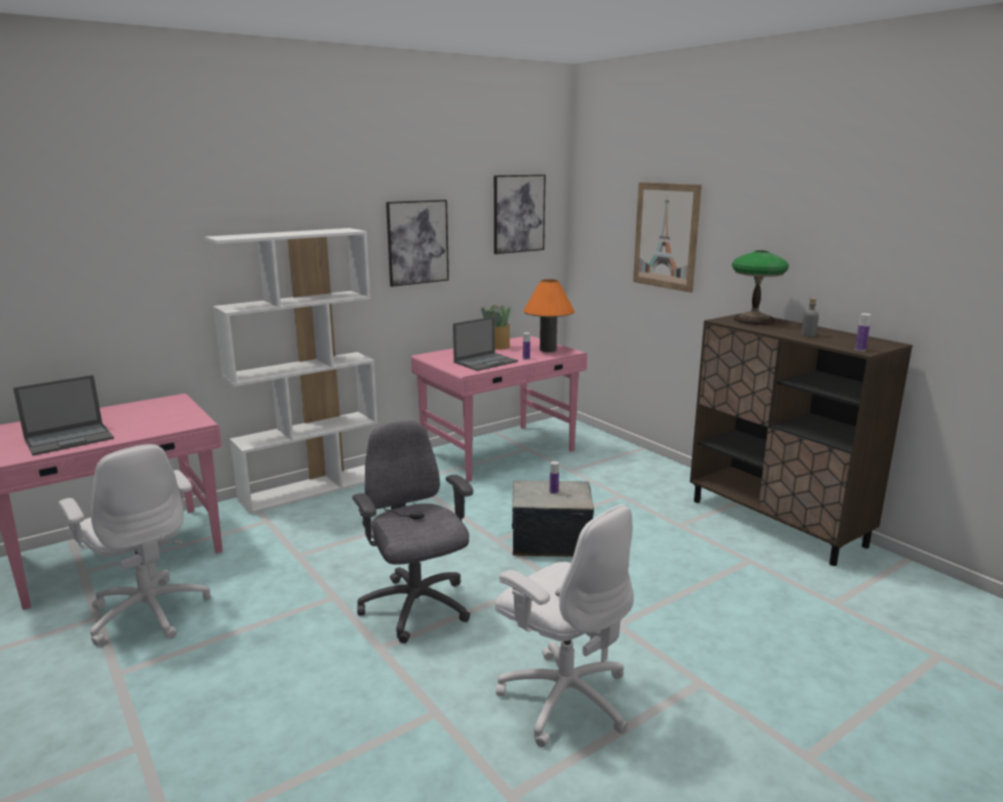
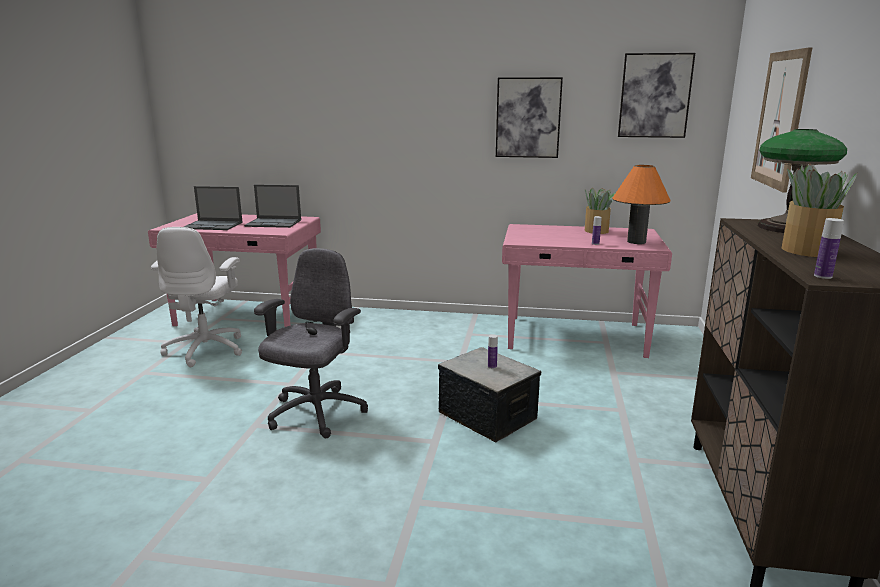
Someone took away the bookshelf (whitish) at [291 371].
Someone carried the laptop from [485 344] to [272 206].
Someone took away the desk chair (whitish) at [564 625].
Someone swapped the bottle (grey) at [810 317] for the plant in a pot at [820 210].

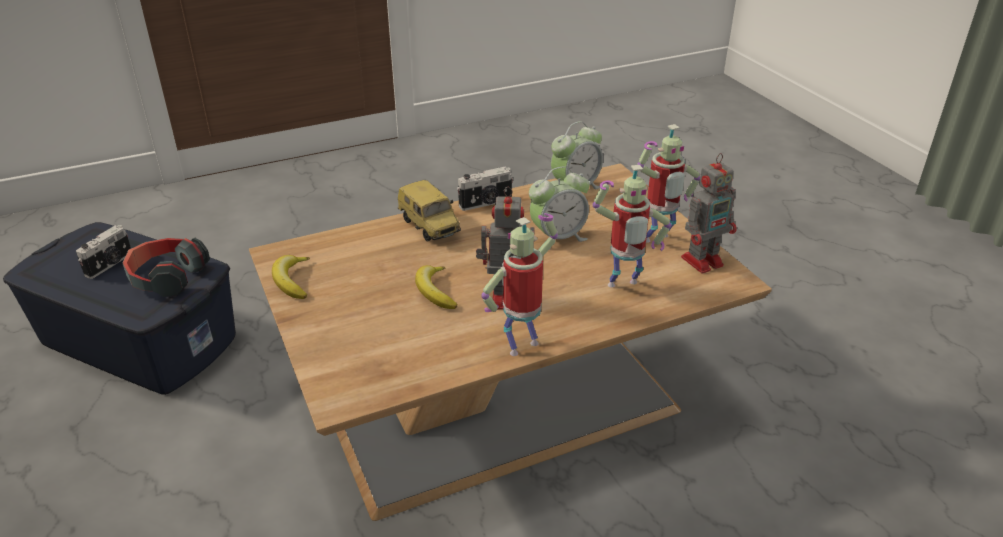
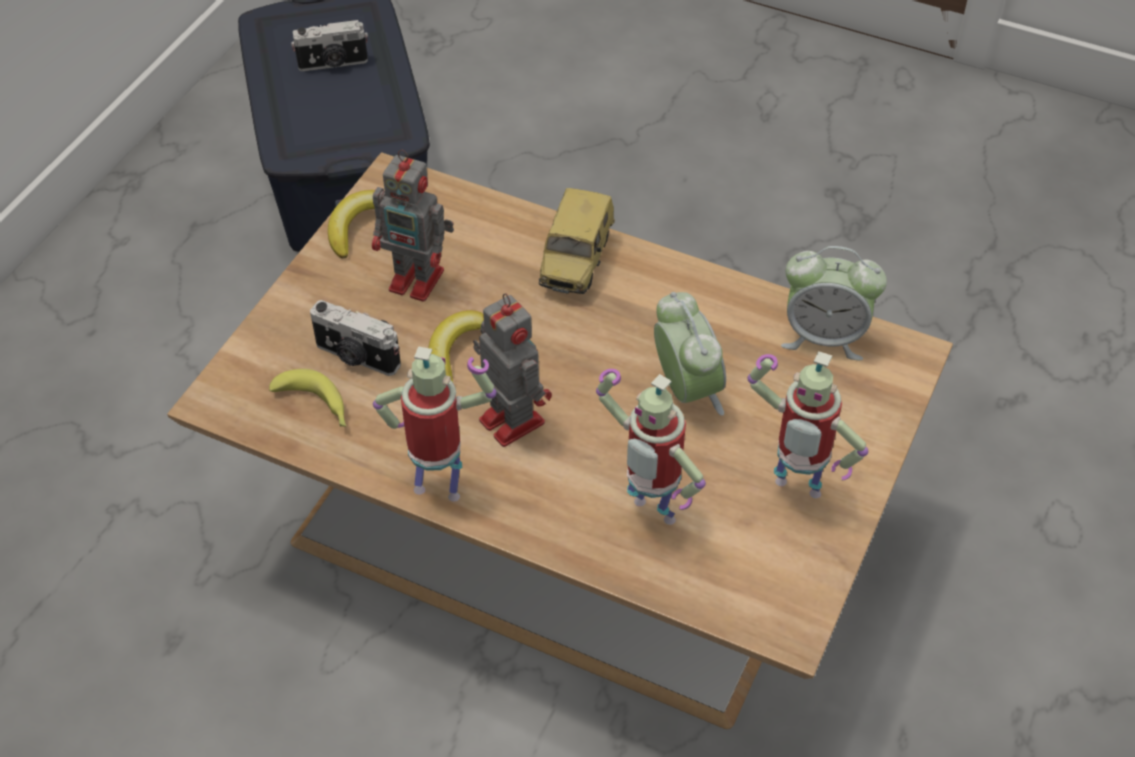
Someone took away the headphones at [166 267].
Someone carried the still camera from [485 189] to [355 338].
Someone rotated the table clock at [559 208] by 135 degrees counterclockwise.
Someone carried the model robot from [709 213] to [413 225].
Someone put down the whole banana at [307 398].

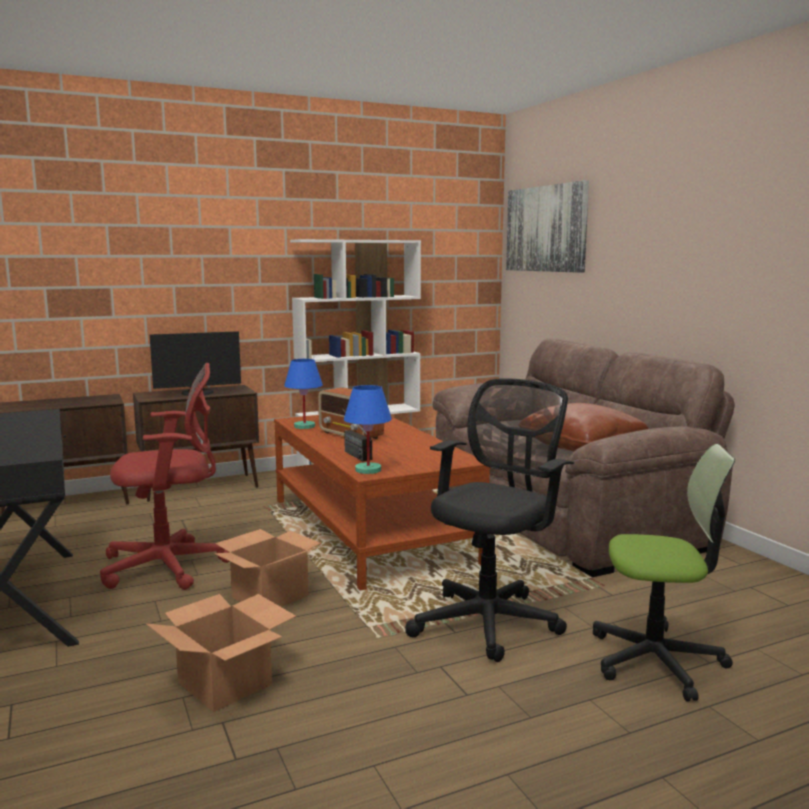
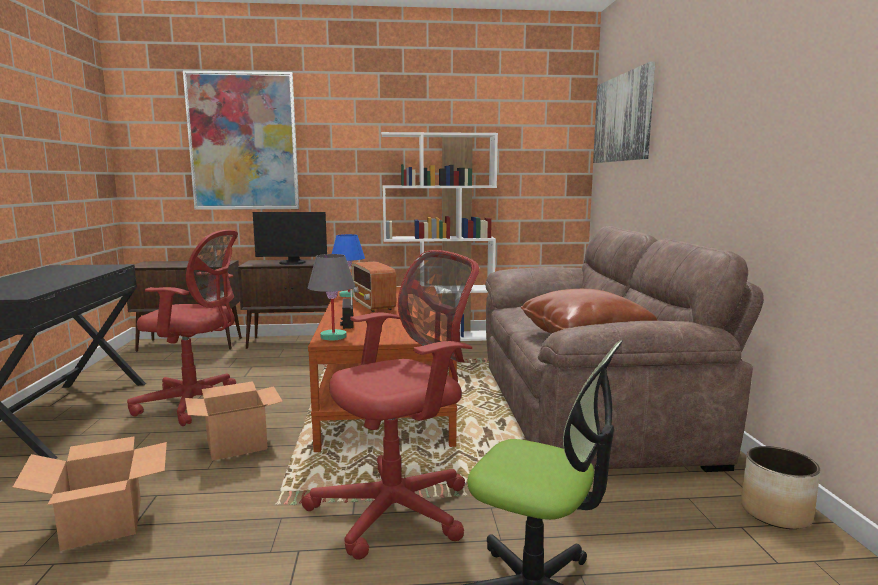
Someone repainted the tabletop lamp (blue) at [368 429], which became the tabletop lamp (grey) at [331 297].
Someone repainted the desk chair (black-coloured) at [489 520], which became the desk chair (red) at [390 405].
Someone put up the wall art at [241 140].
Someone put down the plant pot at [780 487].

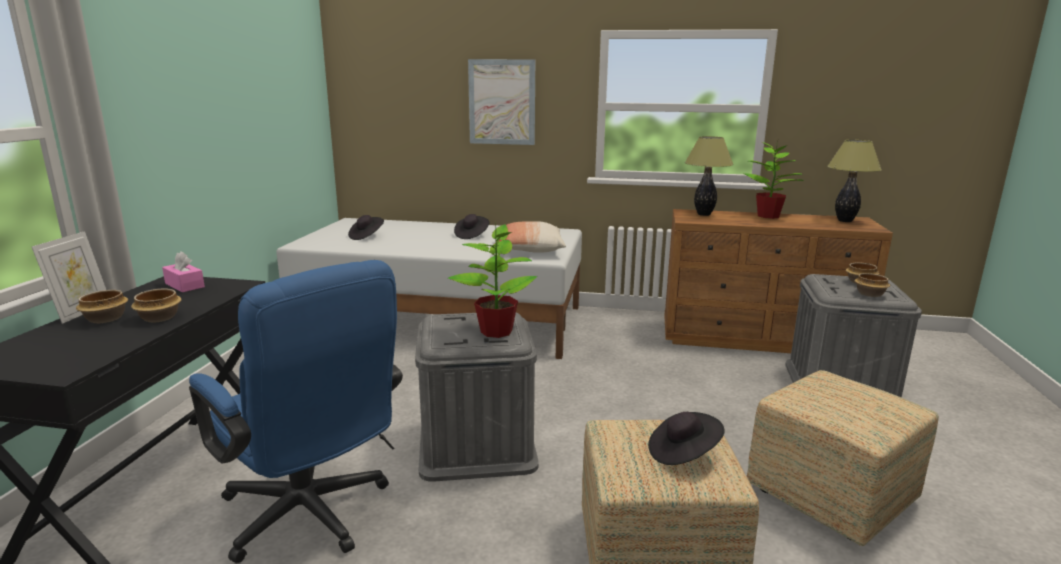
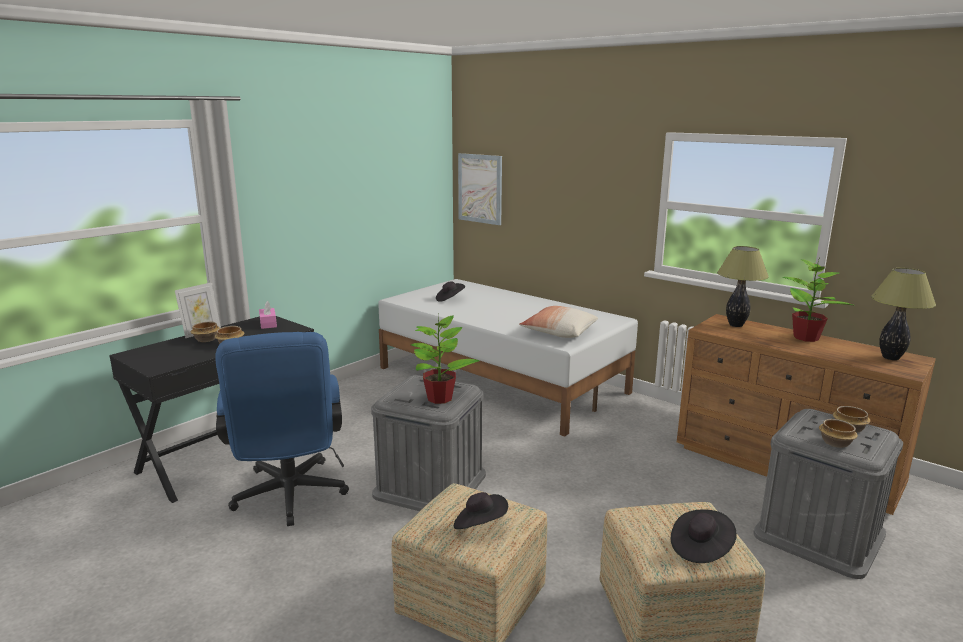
Someone carried the clothing hat (black-coloured) from [471 226] to [704 536].
Someone carried the wall art from [501 102] to [480 189].

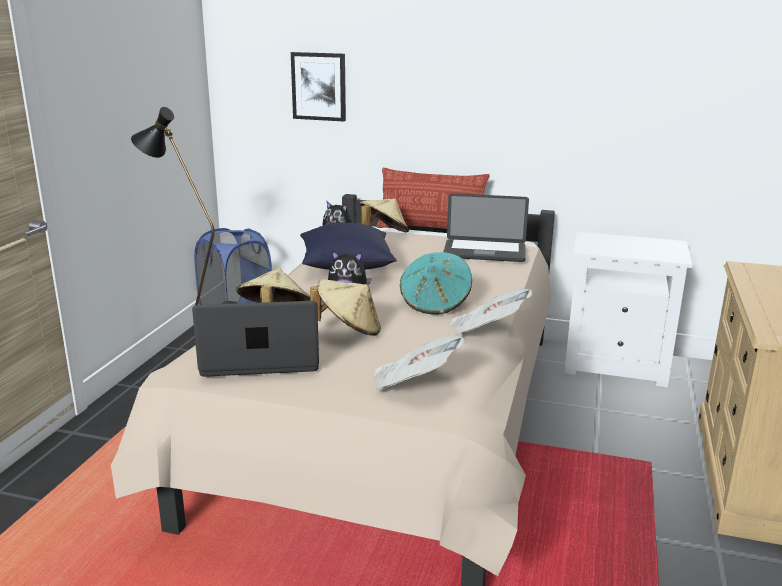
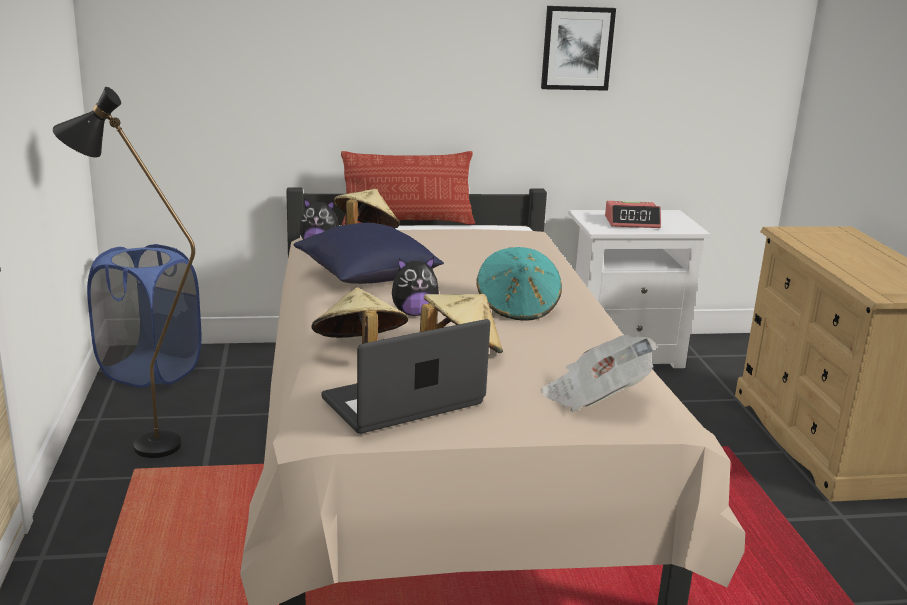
Someone carried the wall art from [318 86] to [578 48].
Someone took away the laptop at [486 227].
Someone took away the printed paper at [491 311].
Someone put down the table clock at [633 214].

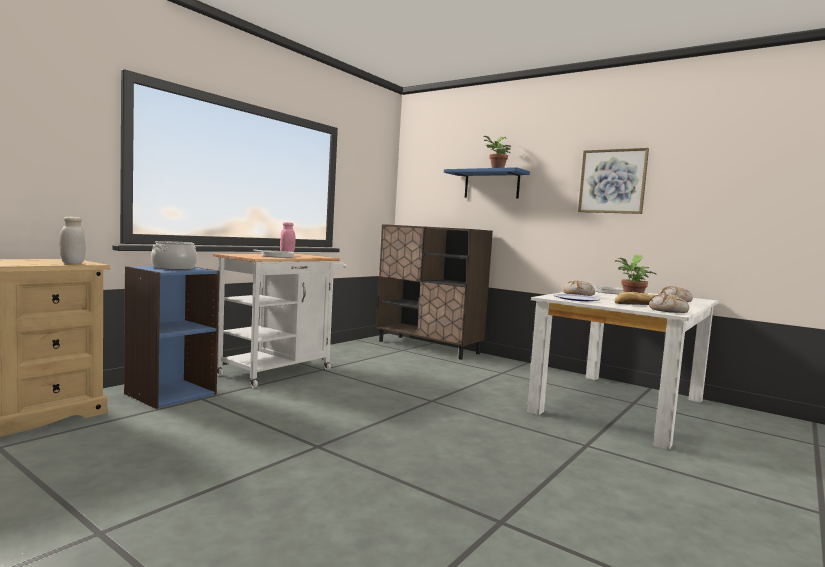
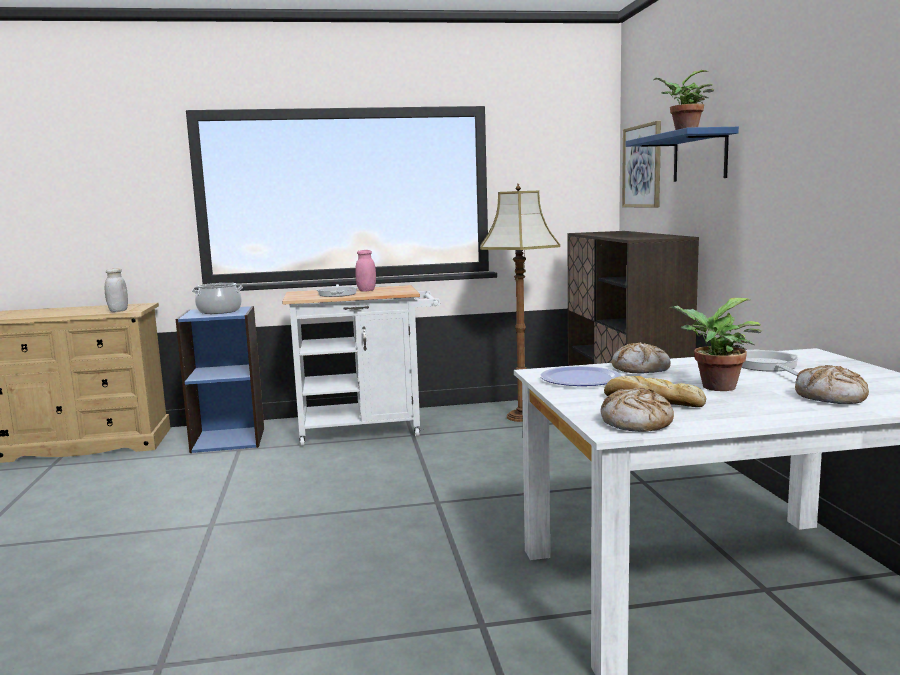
Someone carried the wall art from [613 181] to [641 164].
Someone put down the floor lamp at [520 303].

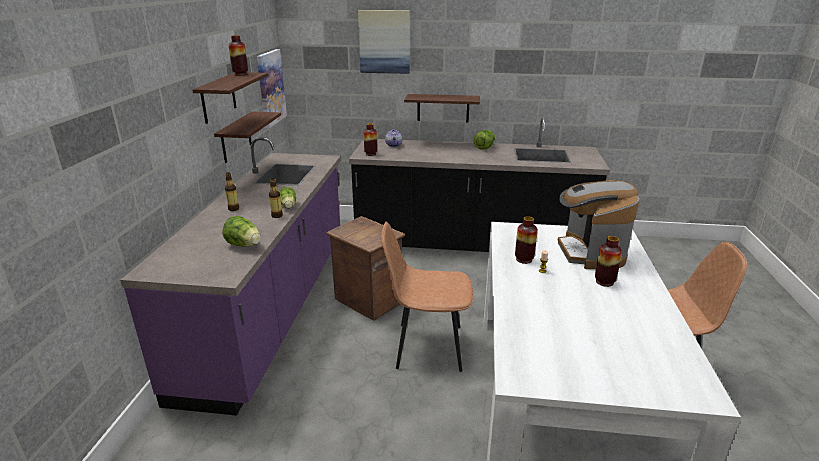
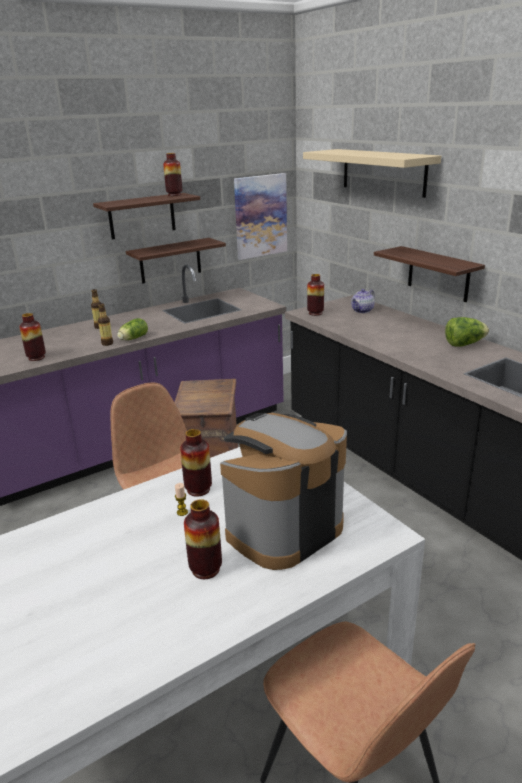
Someone swapped the head of lettuce at [241 231] for the vase at [32 337].
Someone swapped the wall art at [384 42] for the bracket shelf (beige) at [372 173].

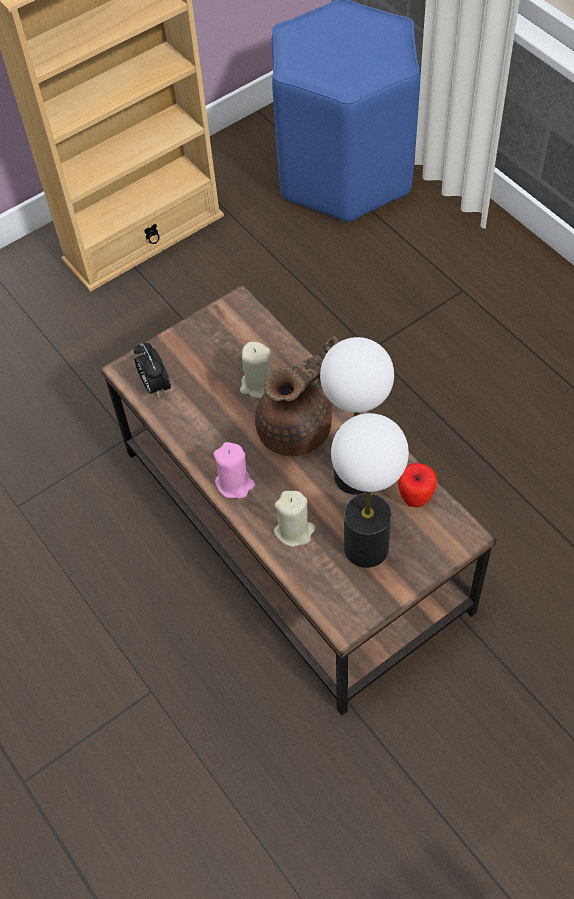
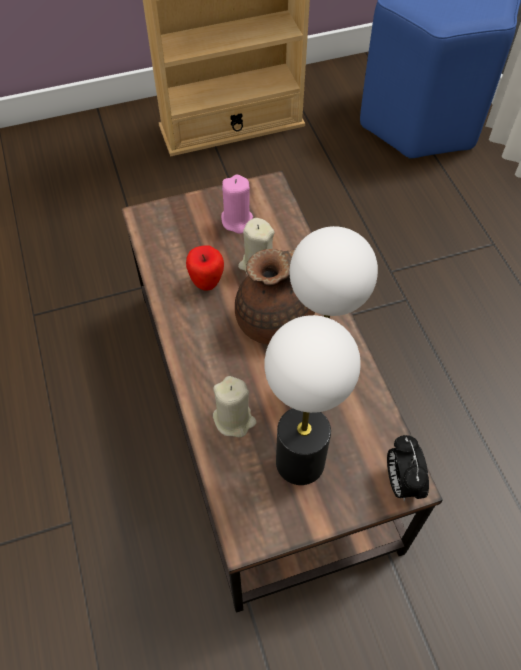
Someone carried the table clock from [152 370] to [408 468].
Someone carried the candle (pink) from [234 470] to [237 204].
Someone carried the apple fruit from [417 485] to [205 268].

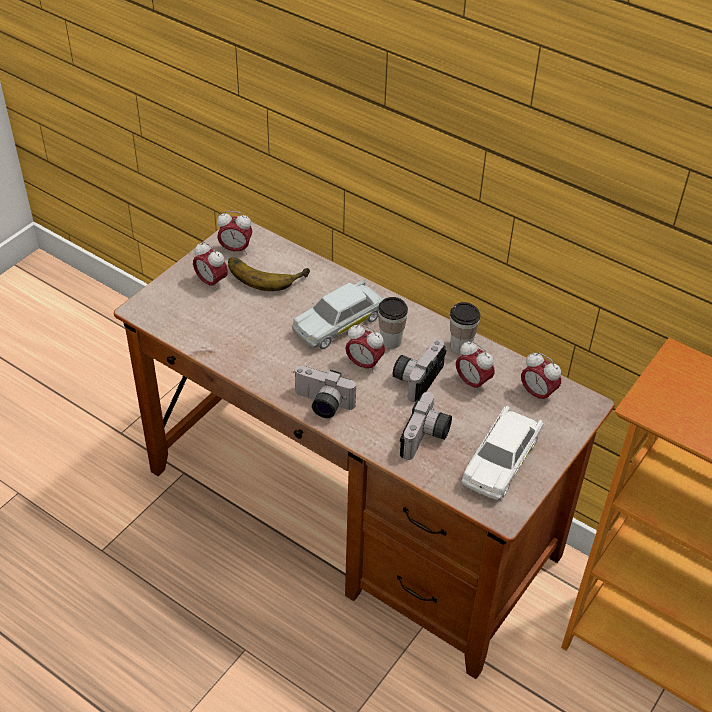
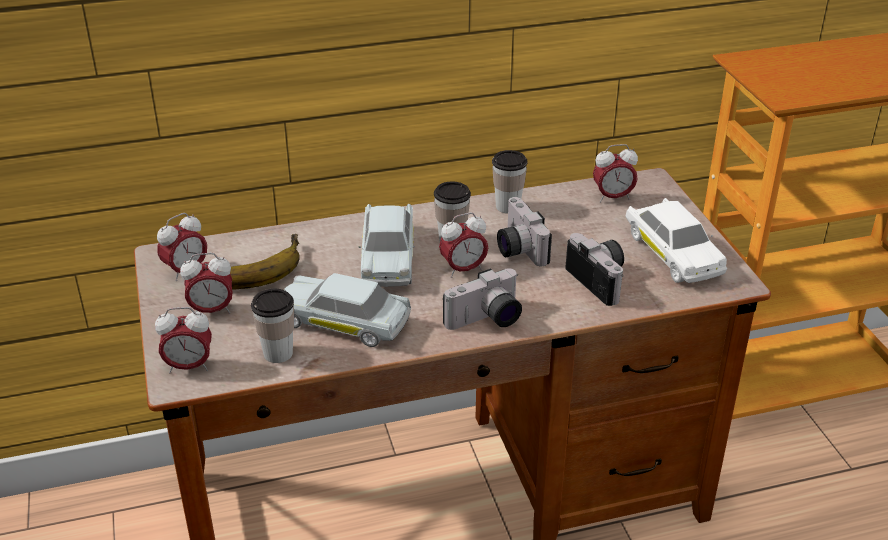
Someone carried the table clock from [475 367] to [183 340].
Someone put down the drinking cup at [272 326].
Someone put down the toy car (whitish) at [347 310].

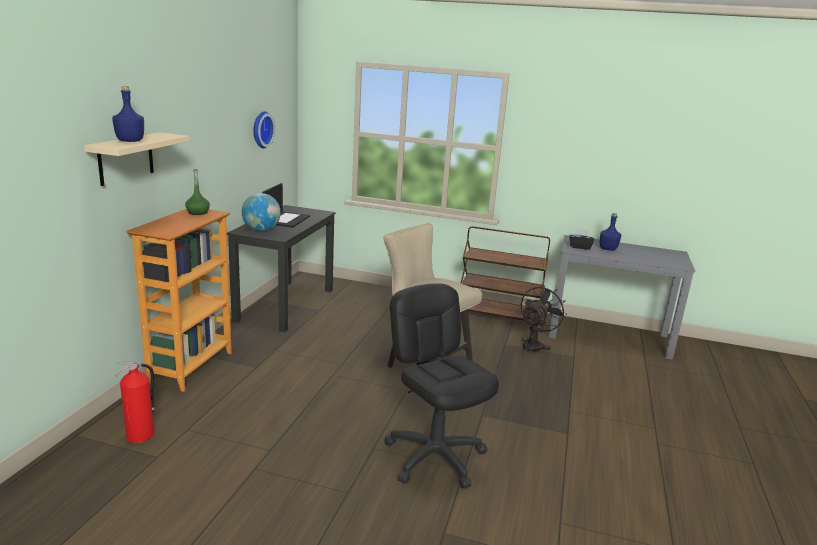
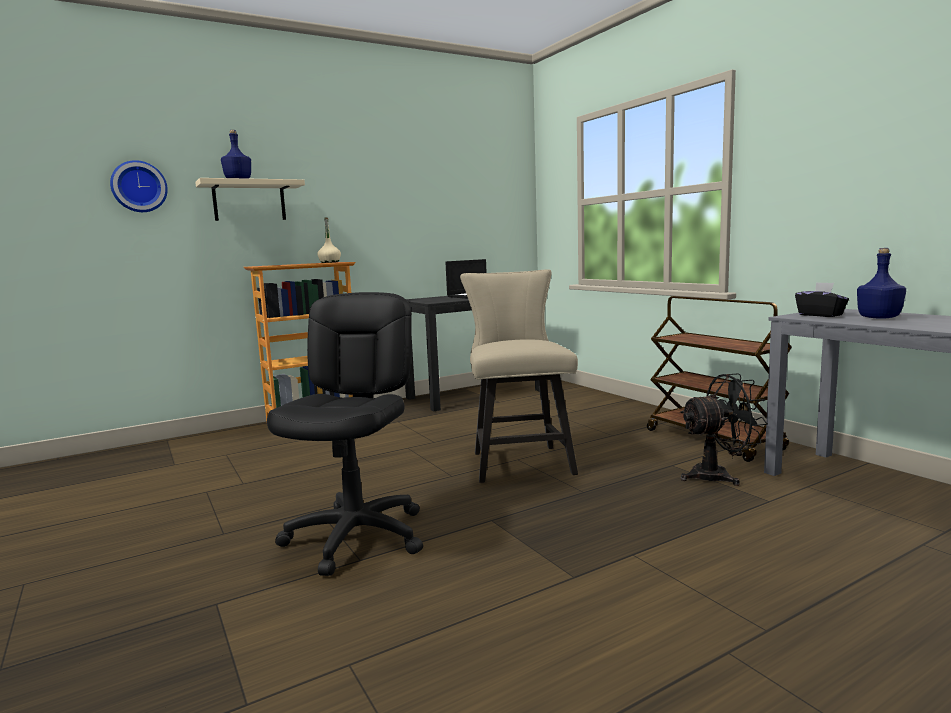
Someone took away the fire extinguisher at [134 402].
Someone repainted the bottle (greenish) at [197 192], which became the bottle (beige) at [329 240].
Someone took away the desk globe at [261 212].
Someone carried the wall clock from [264 130] to [139 186].

